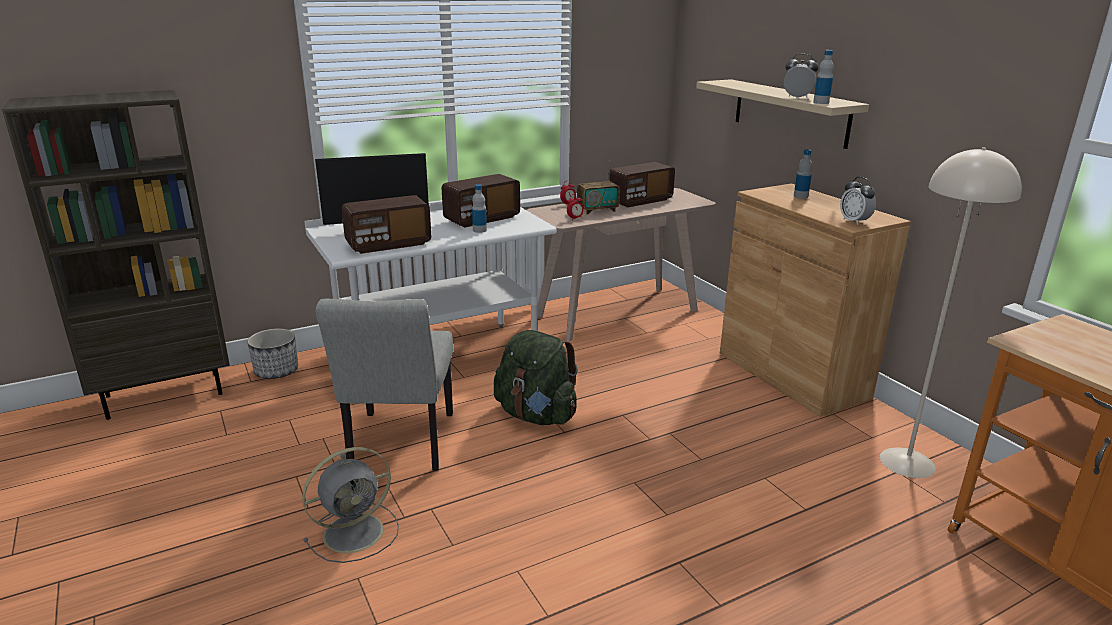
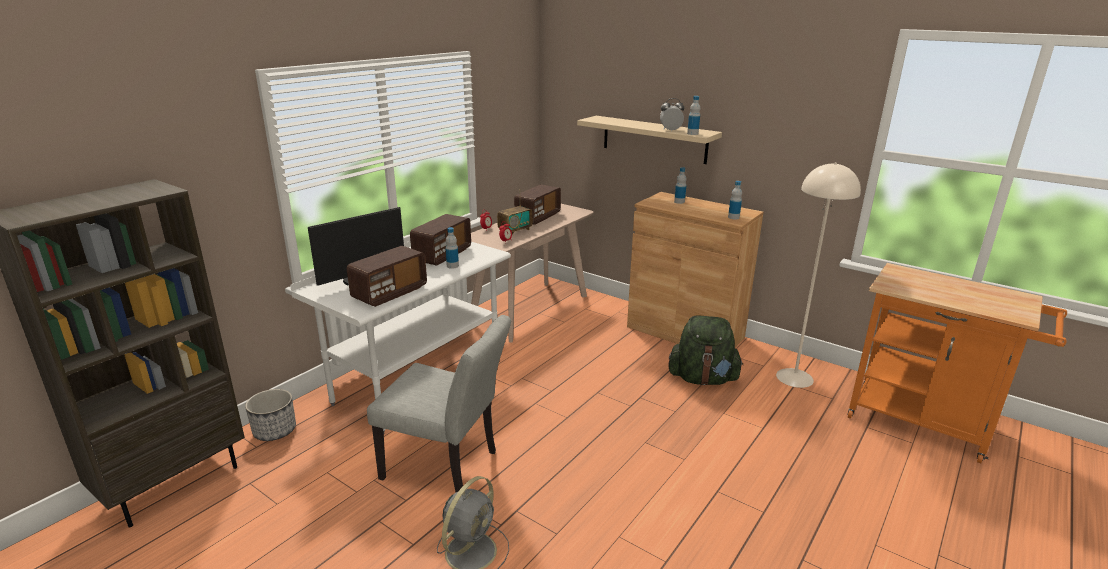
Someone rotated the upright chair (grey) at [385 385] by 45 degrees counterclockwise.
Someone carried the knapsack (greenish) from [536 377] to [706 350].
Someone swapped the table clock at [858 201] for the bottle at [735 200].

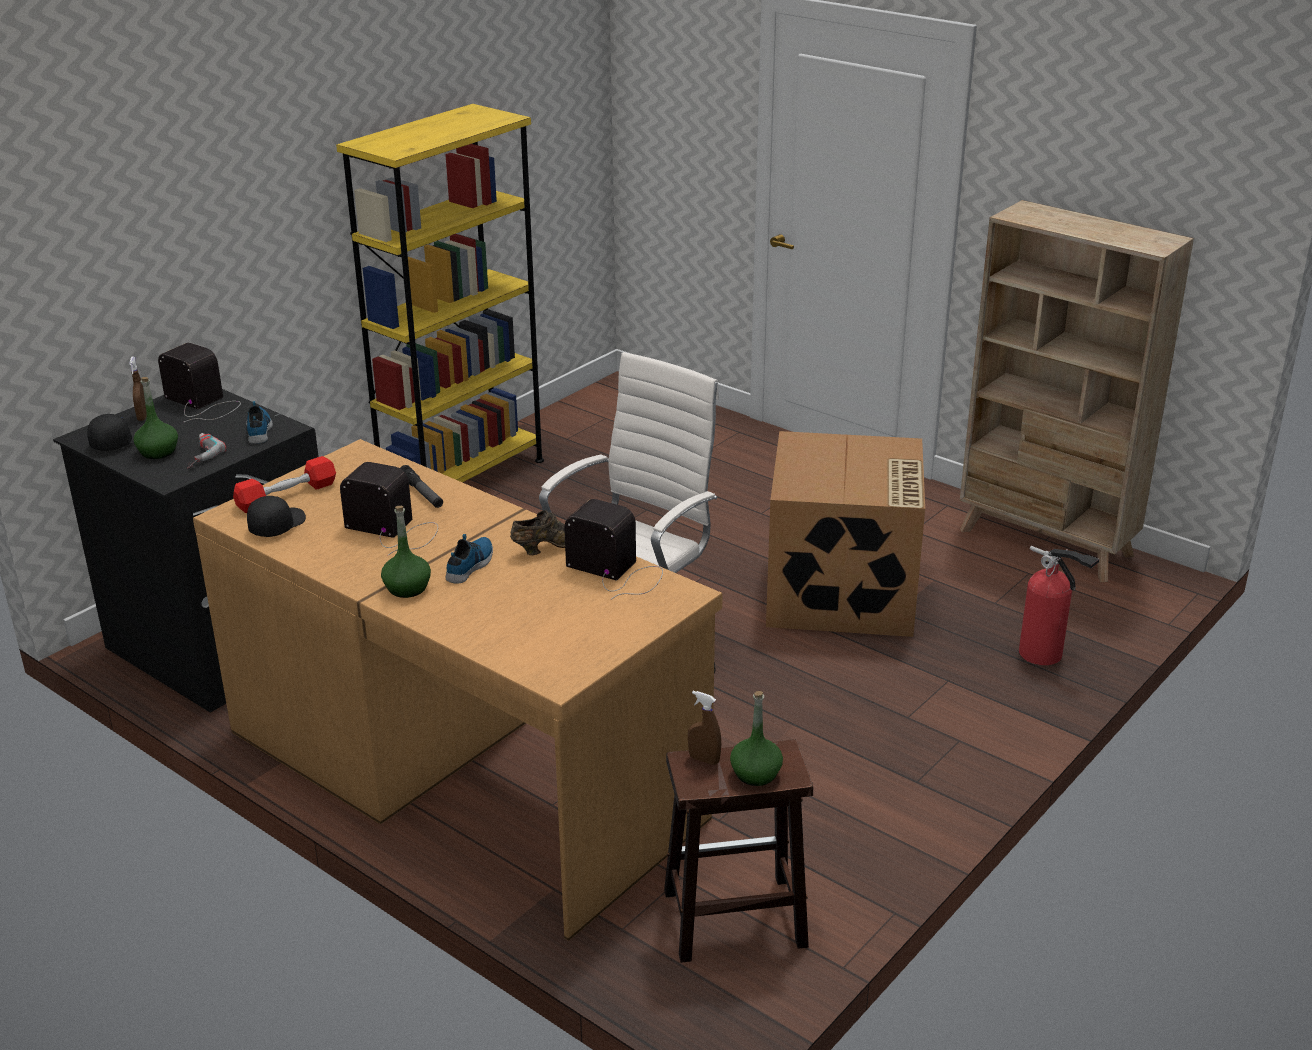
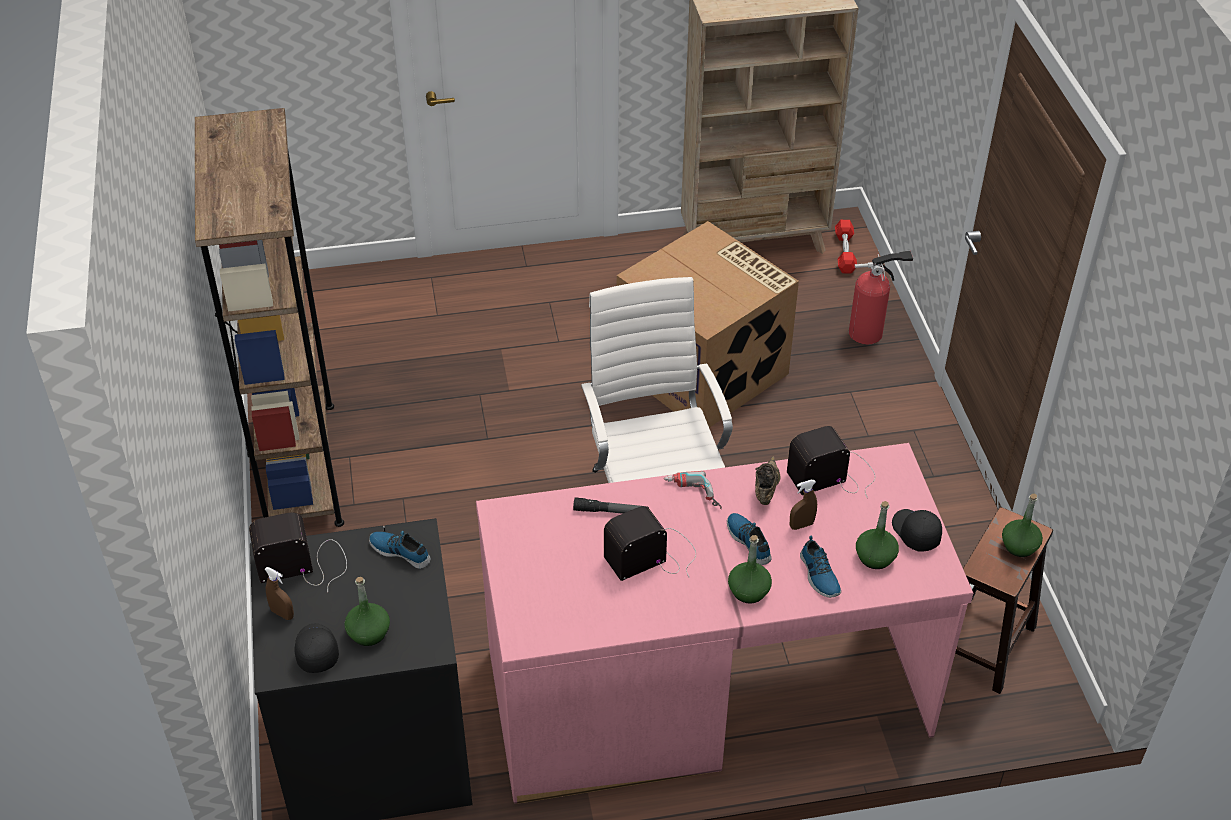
Someone carried the drill from [207 451] to [693 490].
Someone repainted the desk unit (brown) at [458 690], which became the desk unit (pink) at [724 623].
Someone carried the dumbbell (red) from [284 484] to [846 247].
Someone carried the baseball cap (black-coloured) from [276 516] to [917 530].
Someone repainted the bookshelf (yellow-coloured) at [440 293], which became the bookshelf (brown) at [269 317].
Someone carried the sprayer (brown) from [704 728] to [803 505].
Someone put down the item of footwear at [820 567].
Someone put down the bottle (greenish) at [877 535].

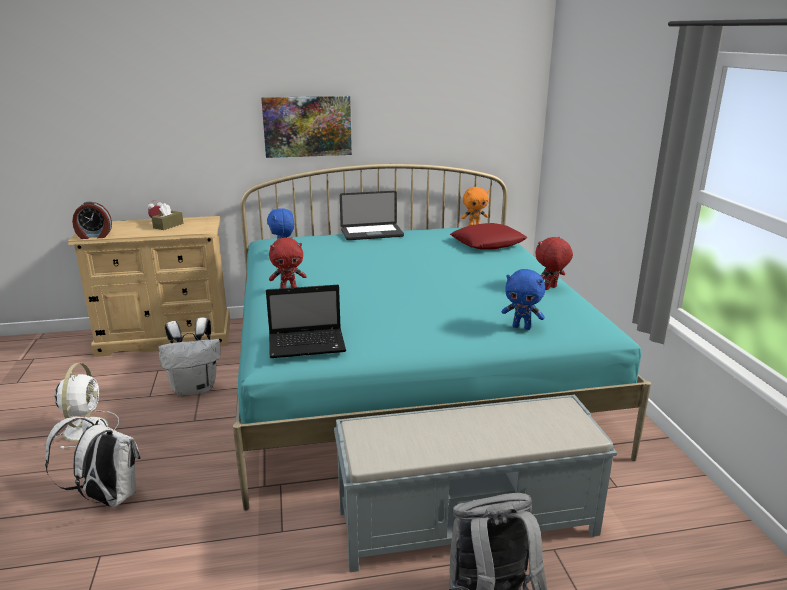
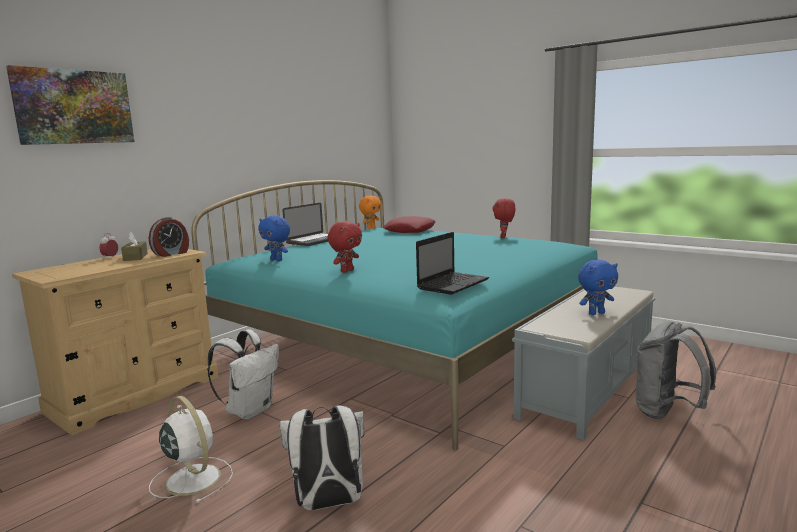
Someone carried the table clock from [92 220] to [169 237].
Someone carried the wall art from [306 127] to [70 105].
Someone carried the cuddly toy (blue) from [523 299] to [598 287].

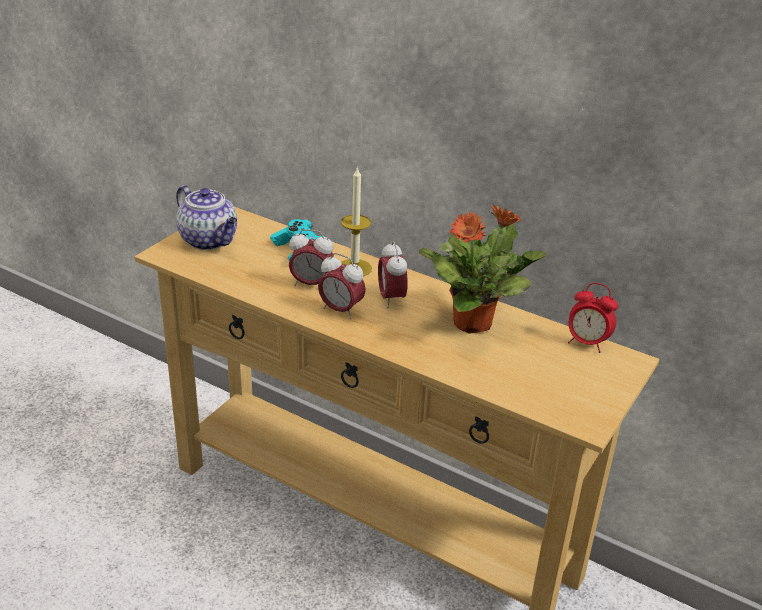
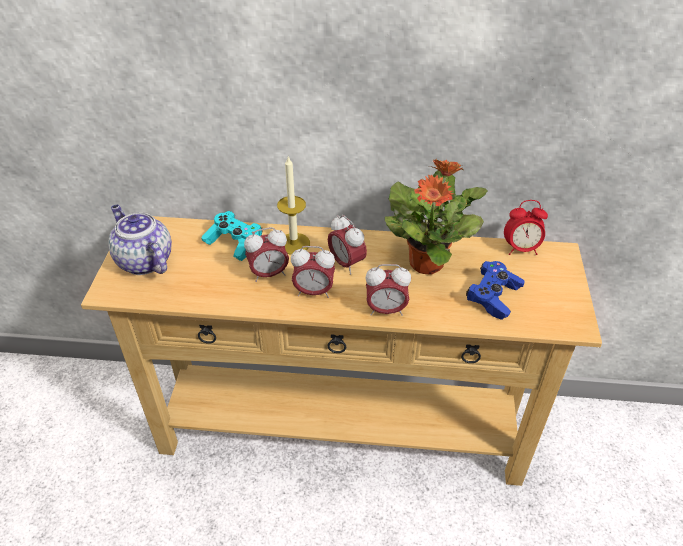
Someone rotated the teapot at [206 217] by 150 degrees counterclockwise.
Someone put down the table clock at [388 290].
Someone put down the gamepad (blue) at [495 290].

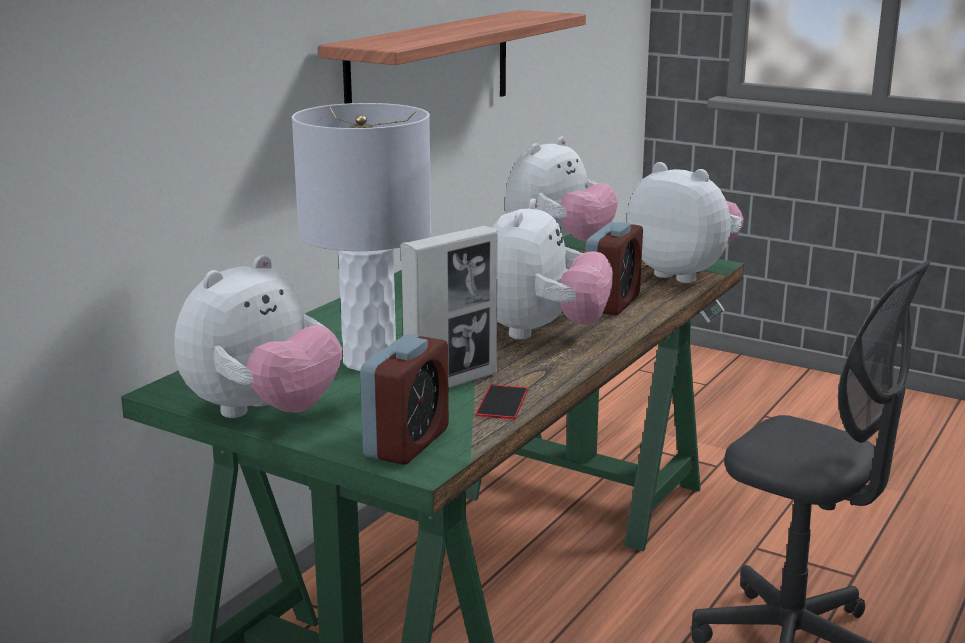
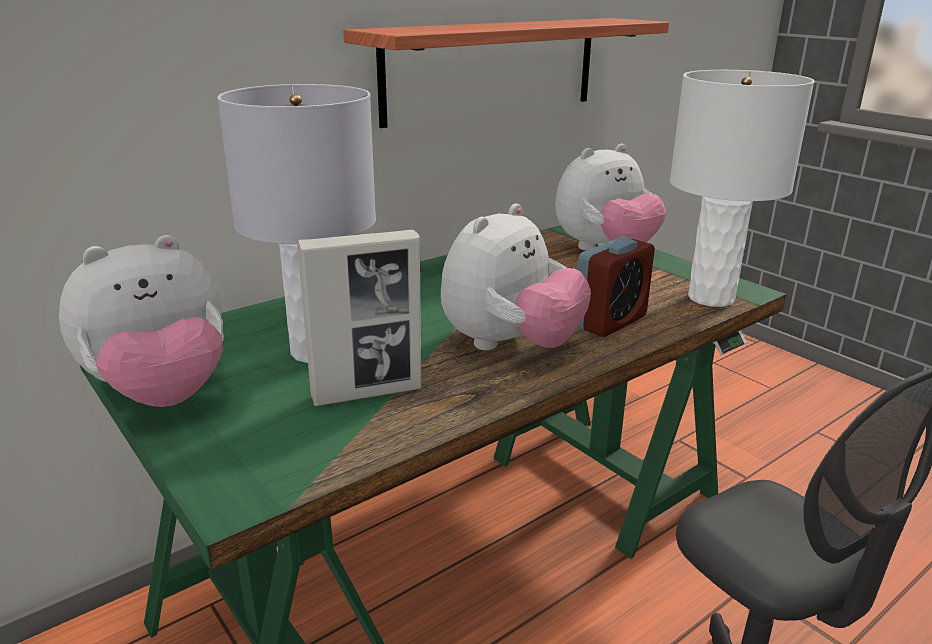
Someone took away the table clock at [404 399].
Someone took away the telephone at [502 402].
Someone swapped the cuddly toy at [685 222] for the tabletop lamp (whitish) at [742 188].

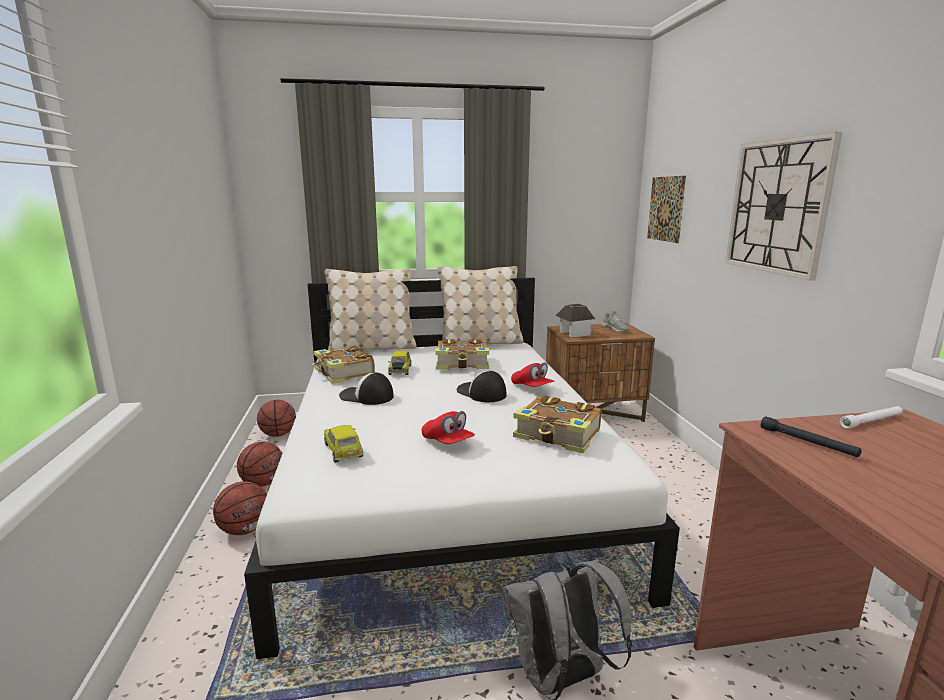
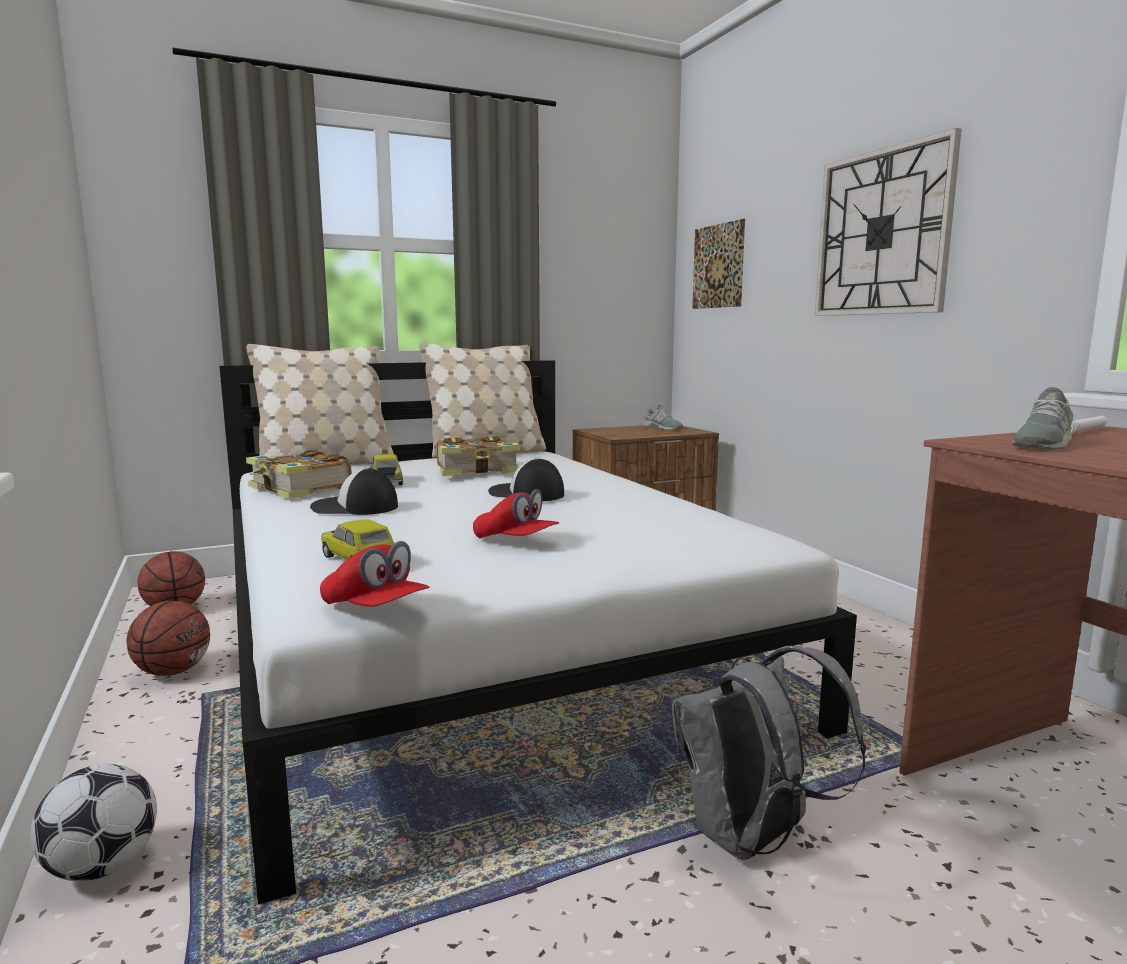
Someone took away the basketball at [240 508].
Someone carried the baseball cap (red) from [533 374] to [374 574].
Someone took away the bound book at [557 424].
Someone took away the model house at [575 321].
Someone swapped the hand torch (black-coloured) at [811 436] for the item of footwear (grey) at [1042 418].
Someone put down the football at [93 822].

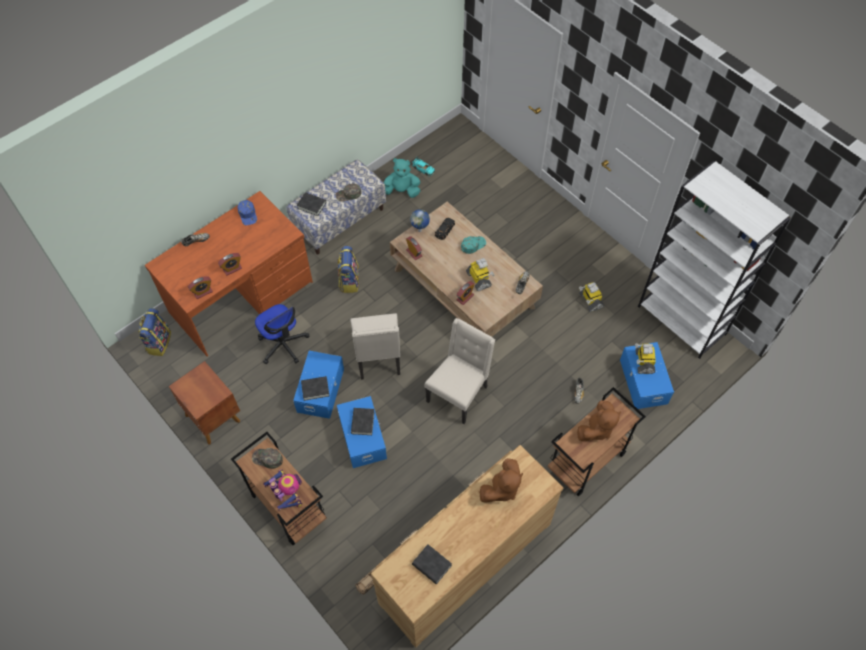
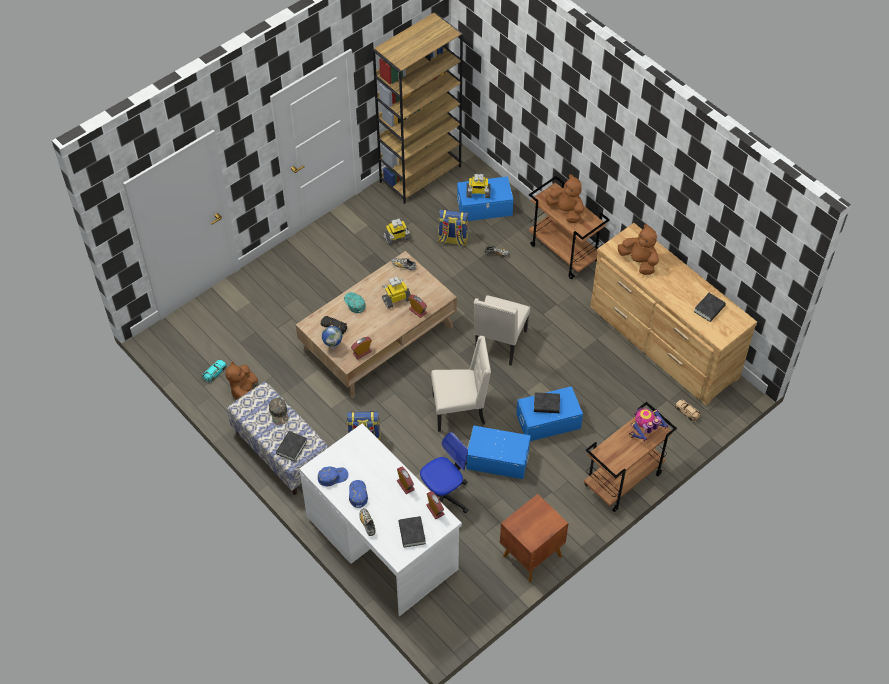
Someone carried the knapsack from [155 332] to [453 228].
Someone repainted the desk unit (brown) at [229 274], which became the desk unit (whitish) at [380 519].
Someone took away the baseball cap (greenish) at [267 458].
Someone carried the bound book (black-coloured) from [315 388] to [412 531].
Someone repainted the cuddly toy (turquoise) at [402 178], which became the cuddly toy (brown) at [241 380].
Someone rotated the upright chair (beige) at [460 371] by 105 degrees counterclockwise.
Someone repainted the bookshelf (whitish) at [714 260], which became the bookshelf (brown) at [418 108].
Someone put down the baseball cap (blue) at [358 494].

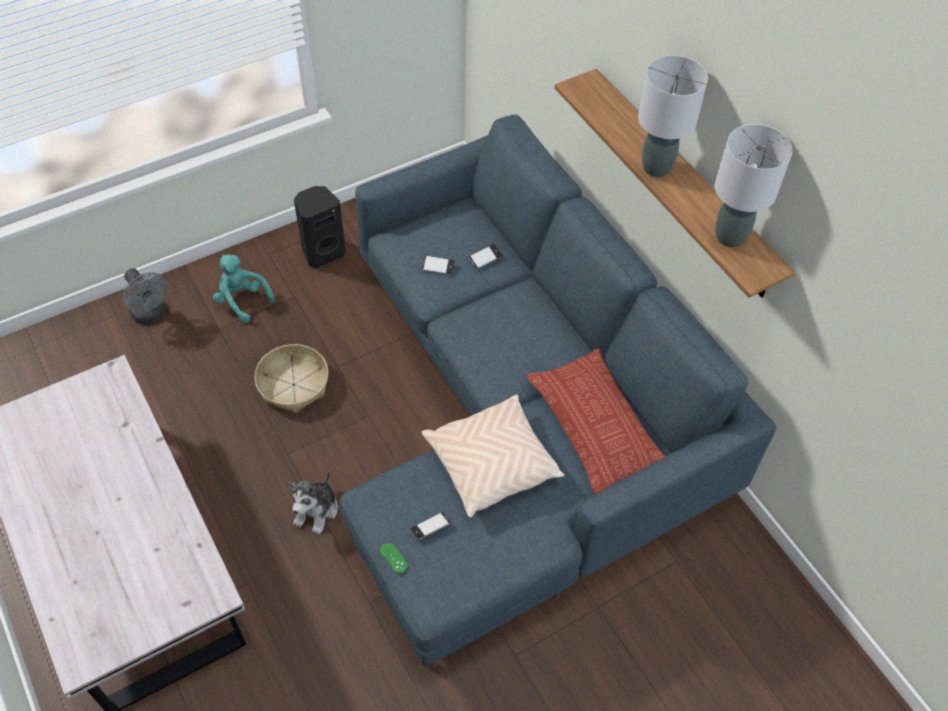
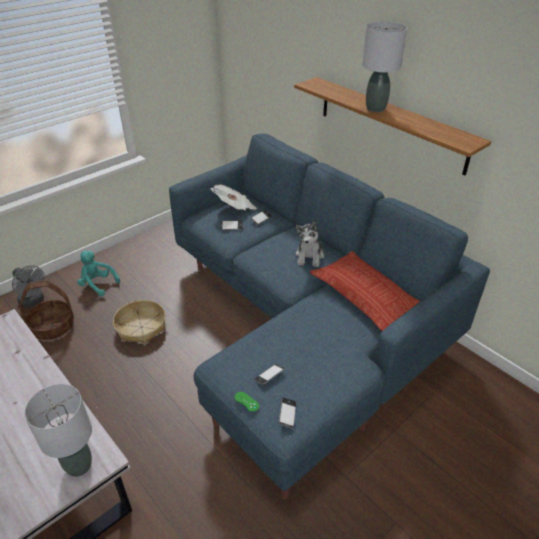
Someone carried the cuddly toy from [313 502] to [309 244].
Someone took away the audio speaker (black-coloured) at [320 227].
Someone took away the pillow (beige) at [493 456].
Someone carried the tabletop lamp (grey) from [754 186] to [58 430].
Someone put down the storage basket at [47 310].
Someone put down the printed paper at [234 197].
Someone put down the telephone at [287 412].

